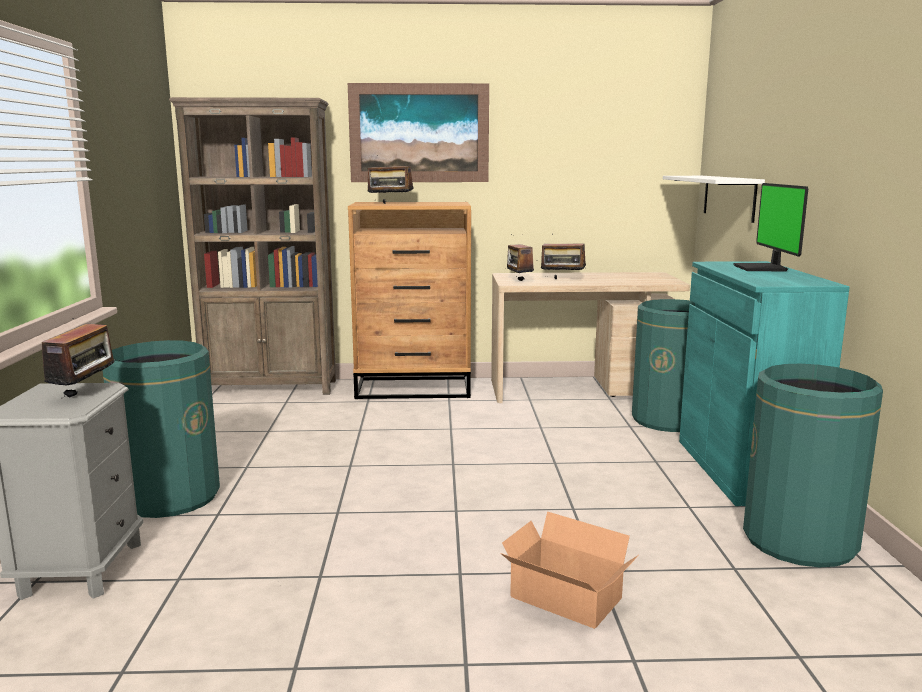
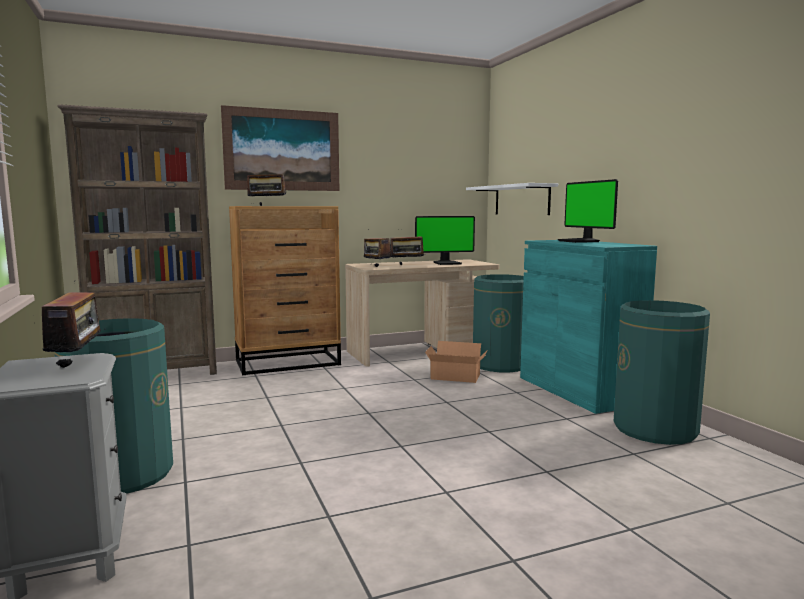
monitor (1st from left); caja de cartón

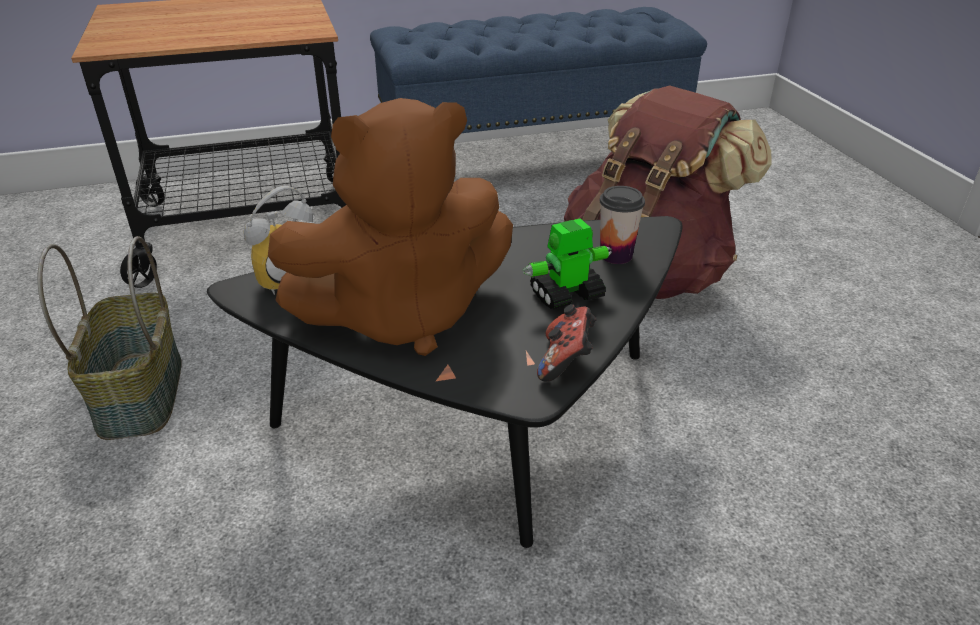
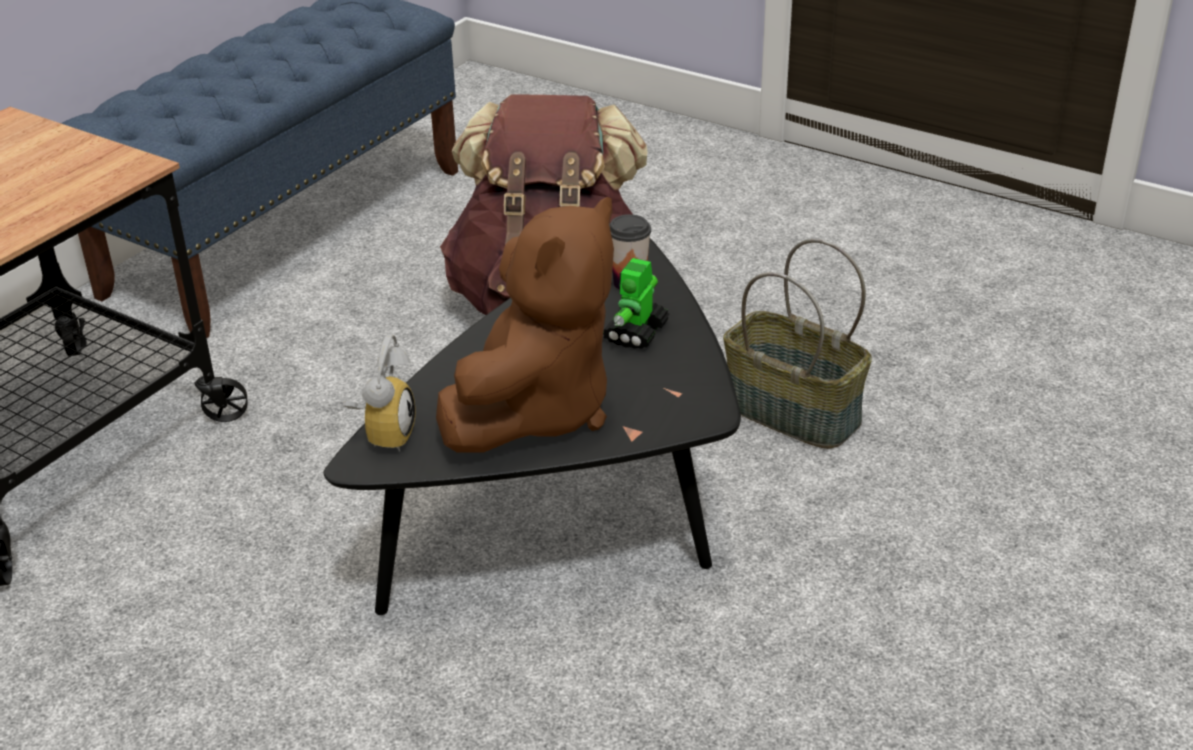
mando de consola; cesta

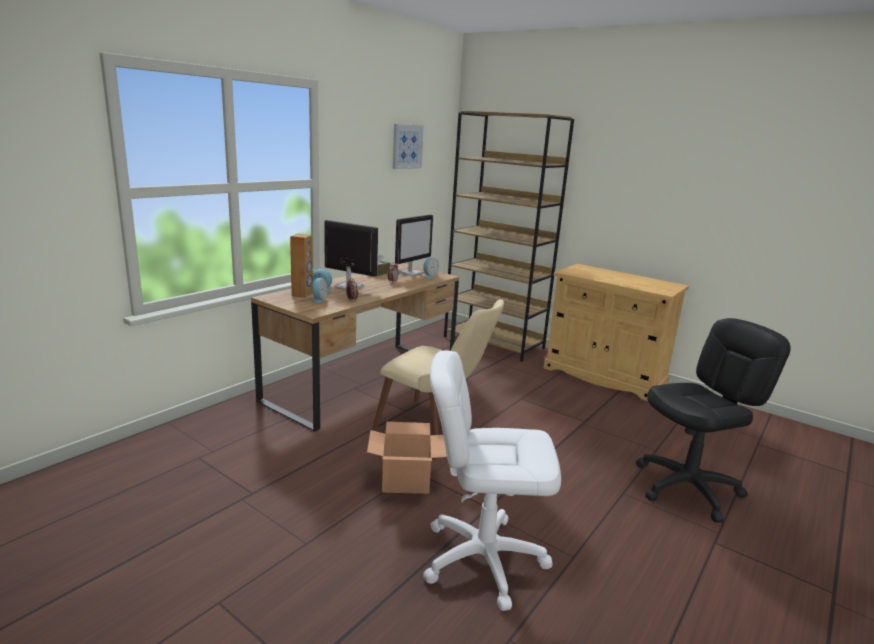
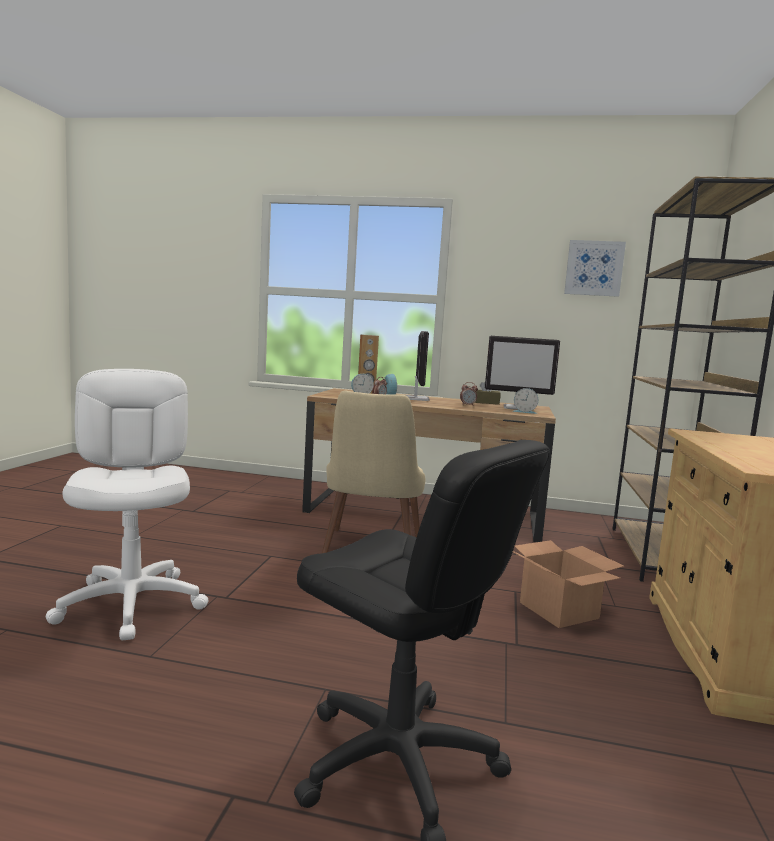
caja de cartón

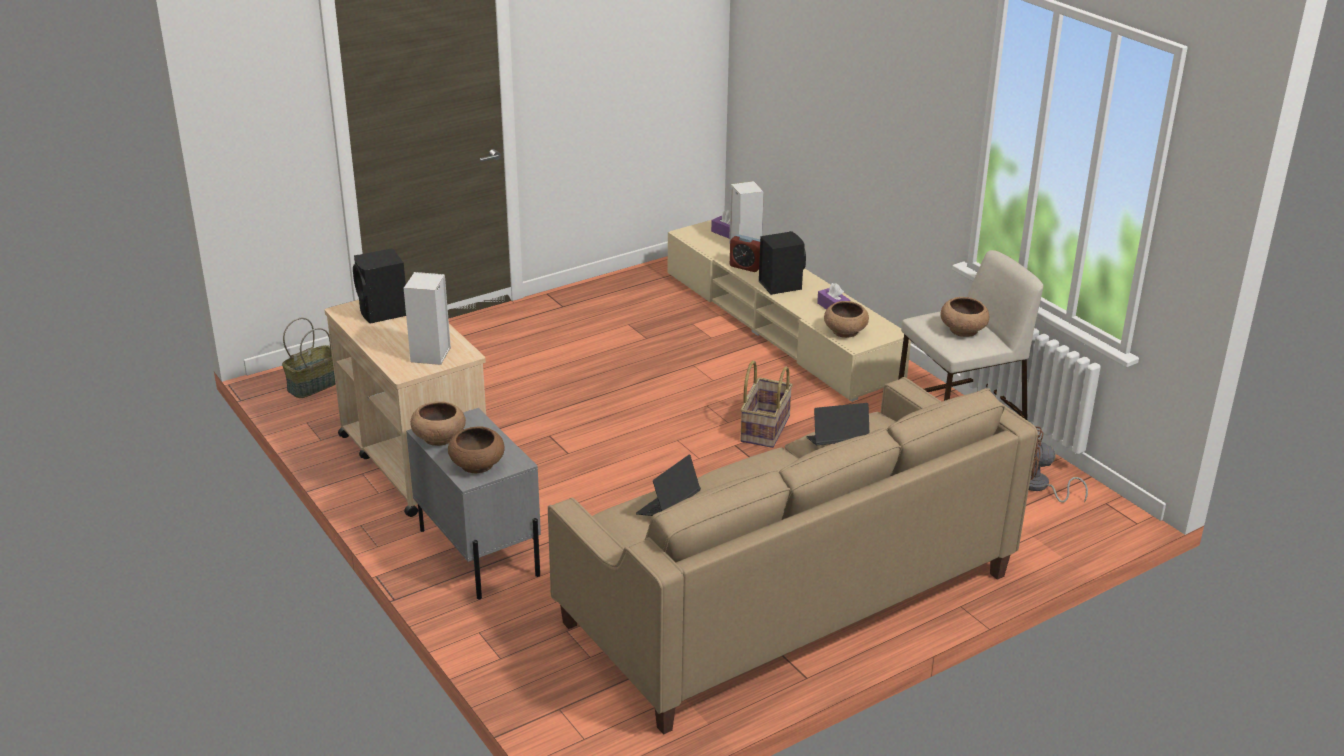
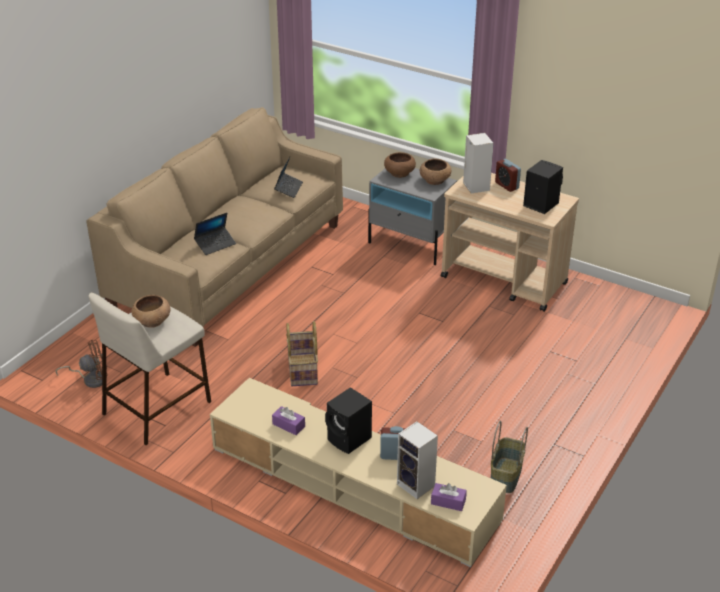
cuenco (marrón) (3rd from left in the first image); despertador (2nd from left); cesta (2nd from left)

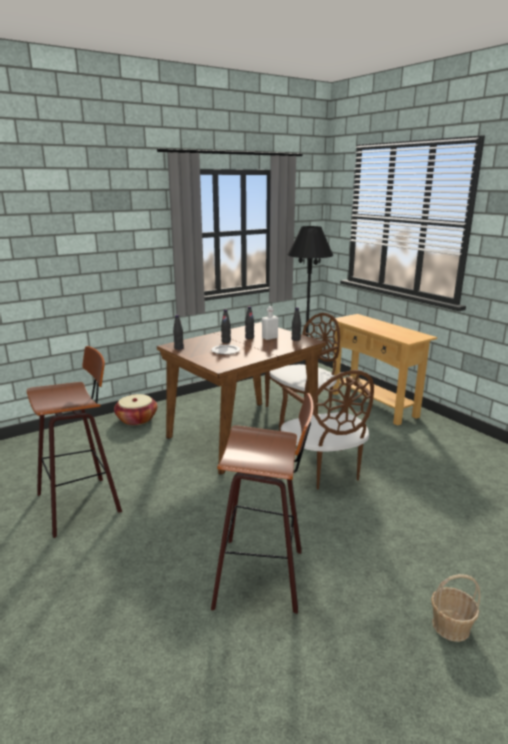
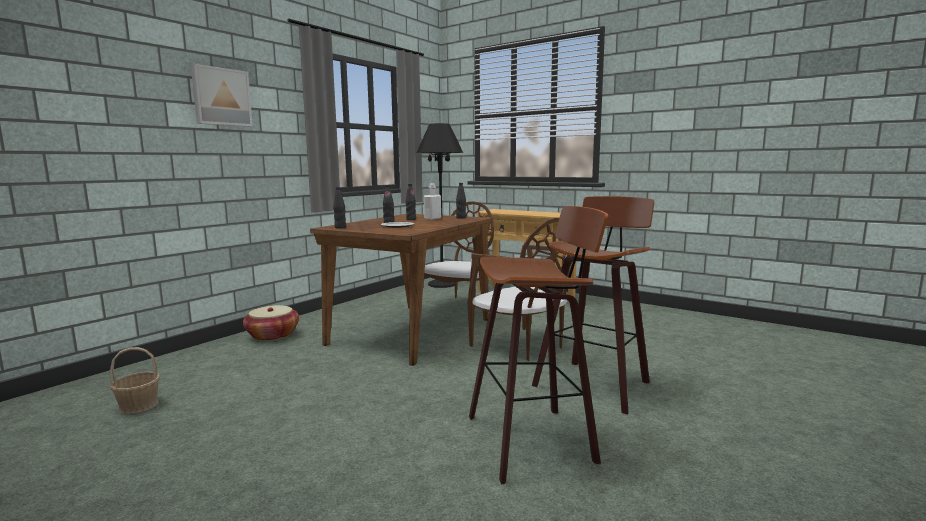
cuadro; taburete (2nd from left); cesta (1st from left)

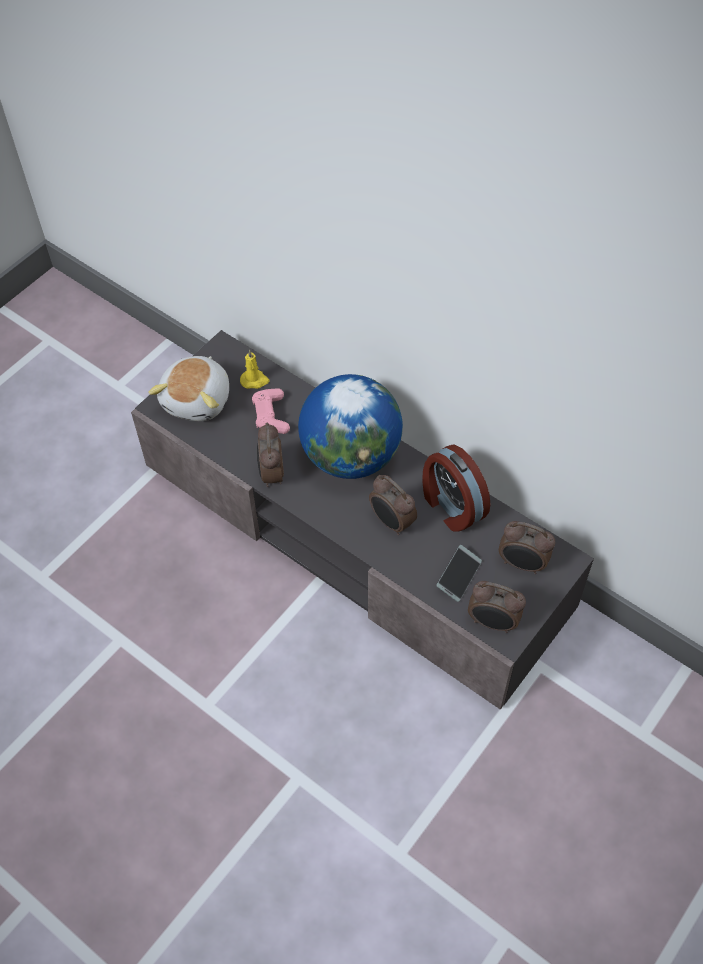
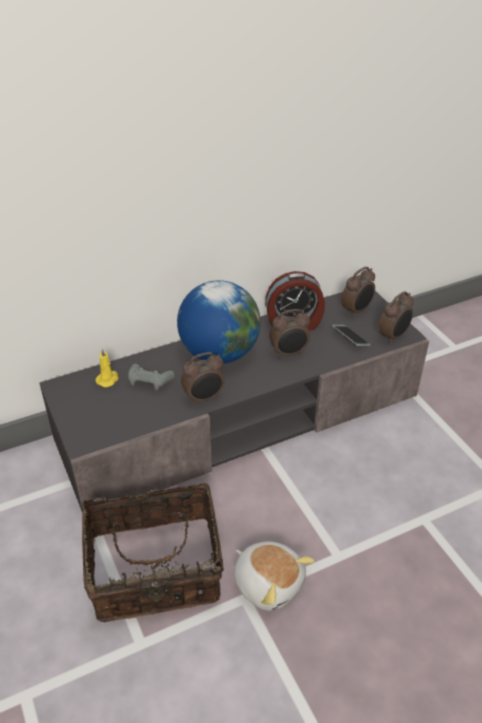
cesta; peluche; mando de consola (gris); despertador (1st from left)

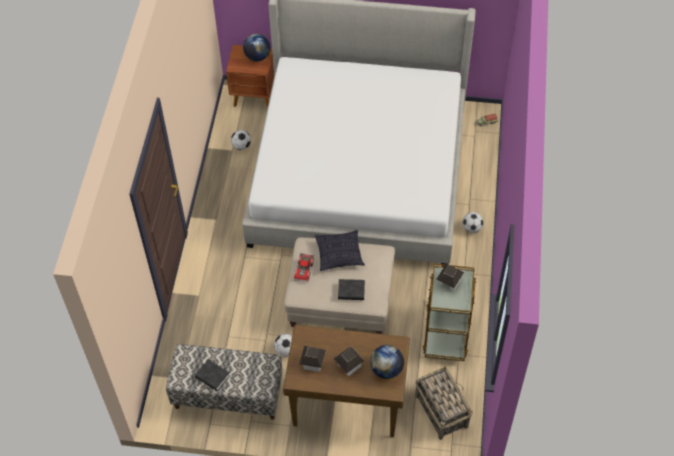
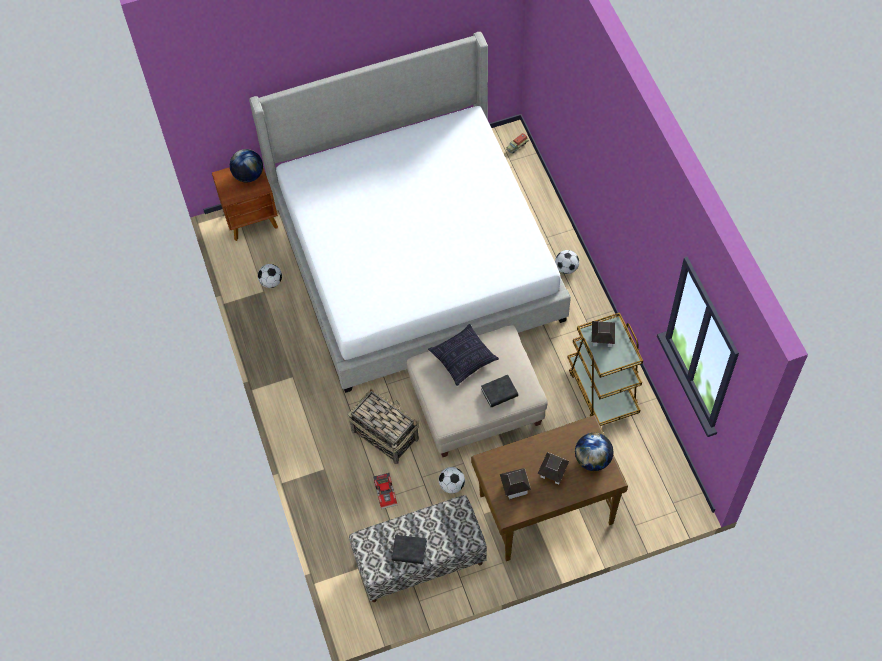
coche de juguete; cesta

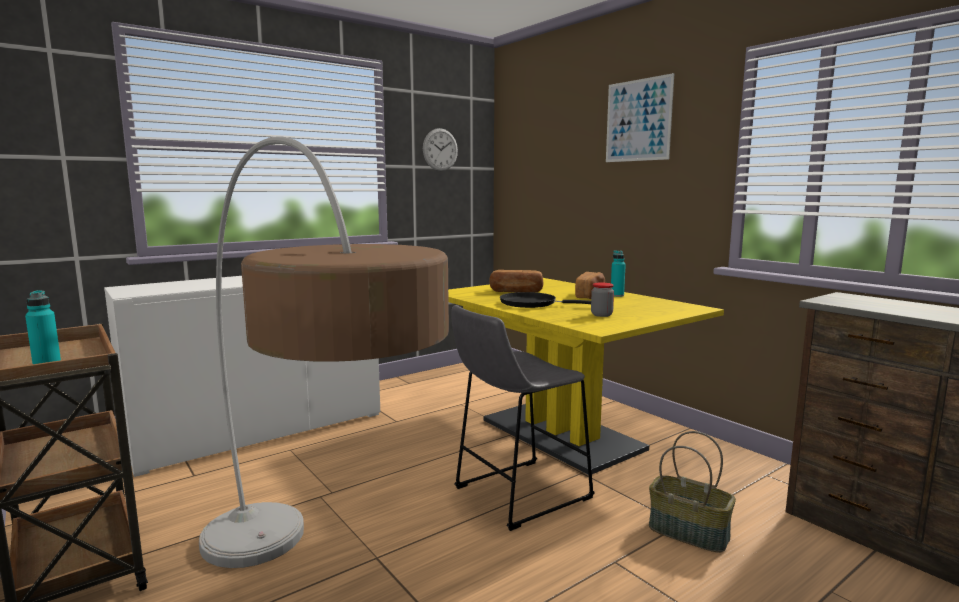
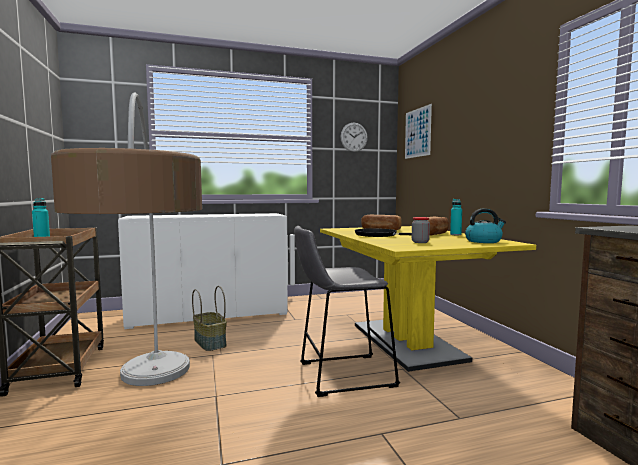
hervidor; cuadro; cesta

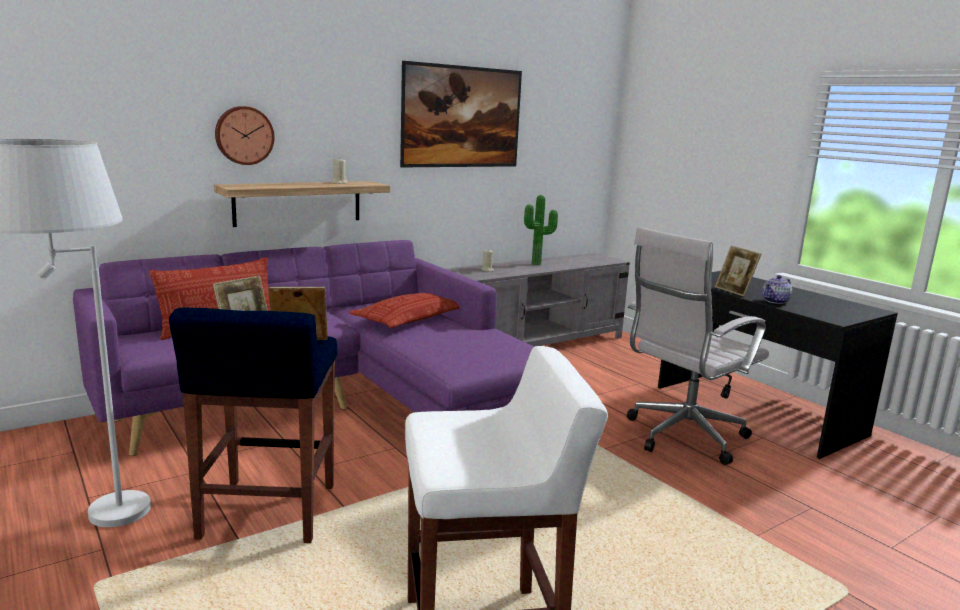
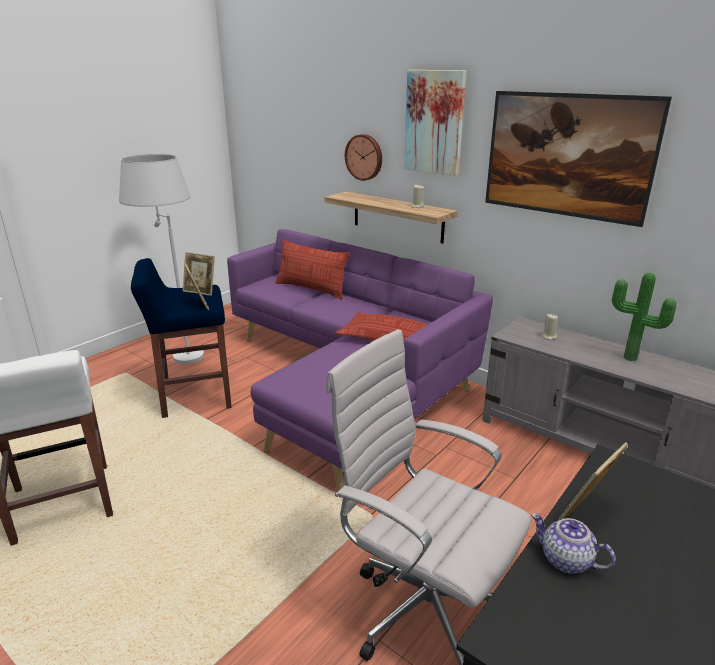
cuadro (1st from left)

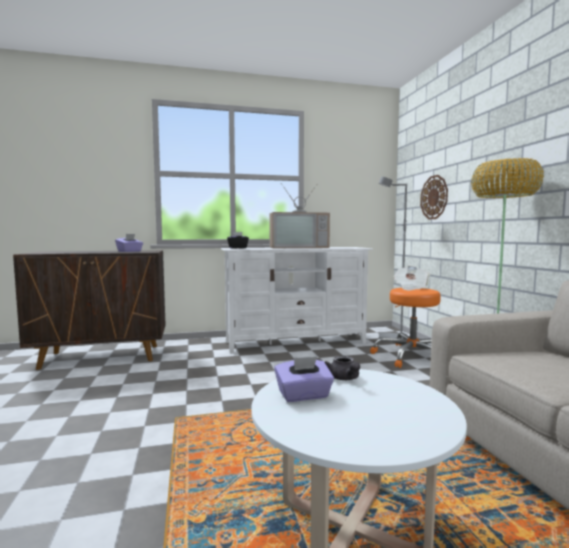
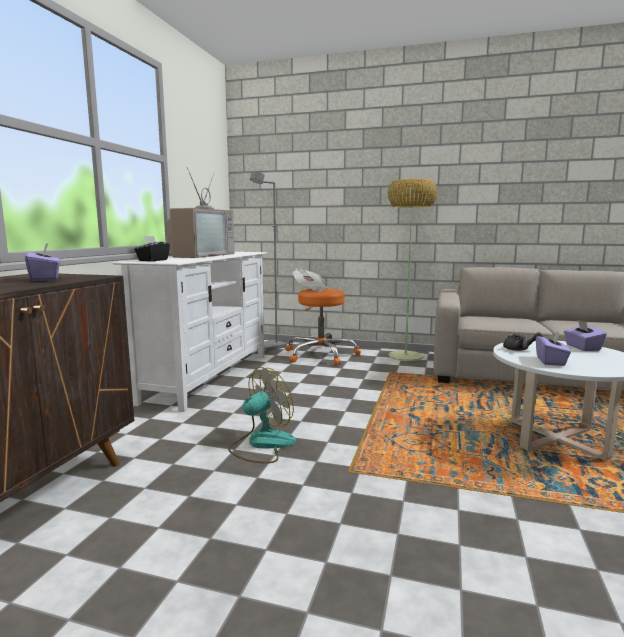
reloj de pared; ventilador; caja de pañuelos (morado) (3rd from left)

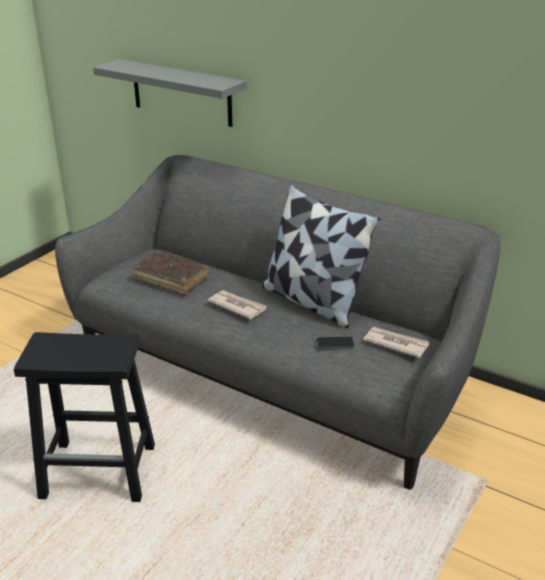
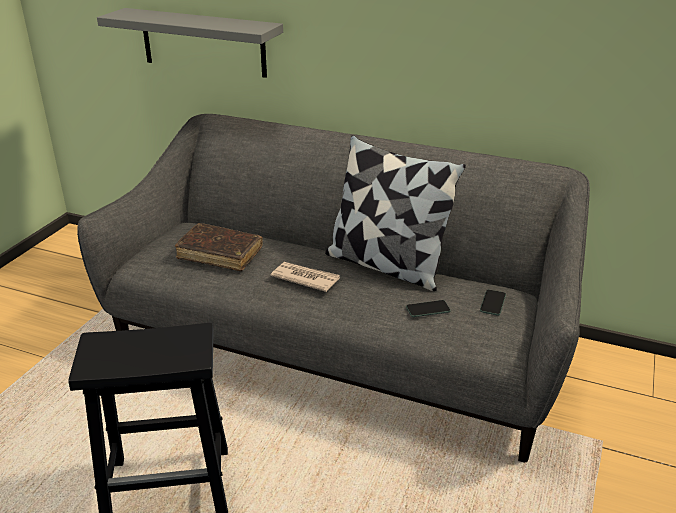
móvil (2nd from left)

